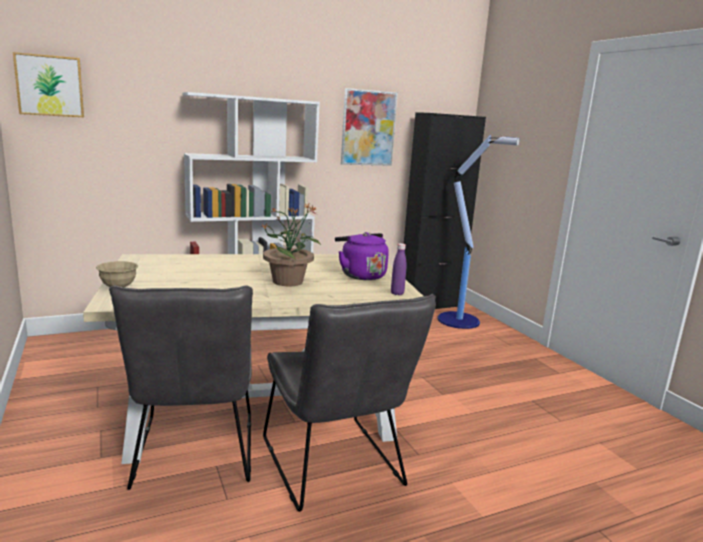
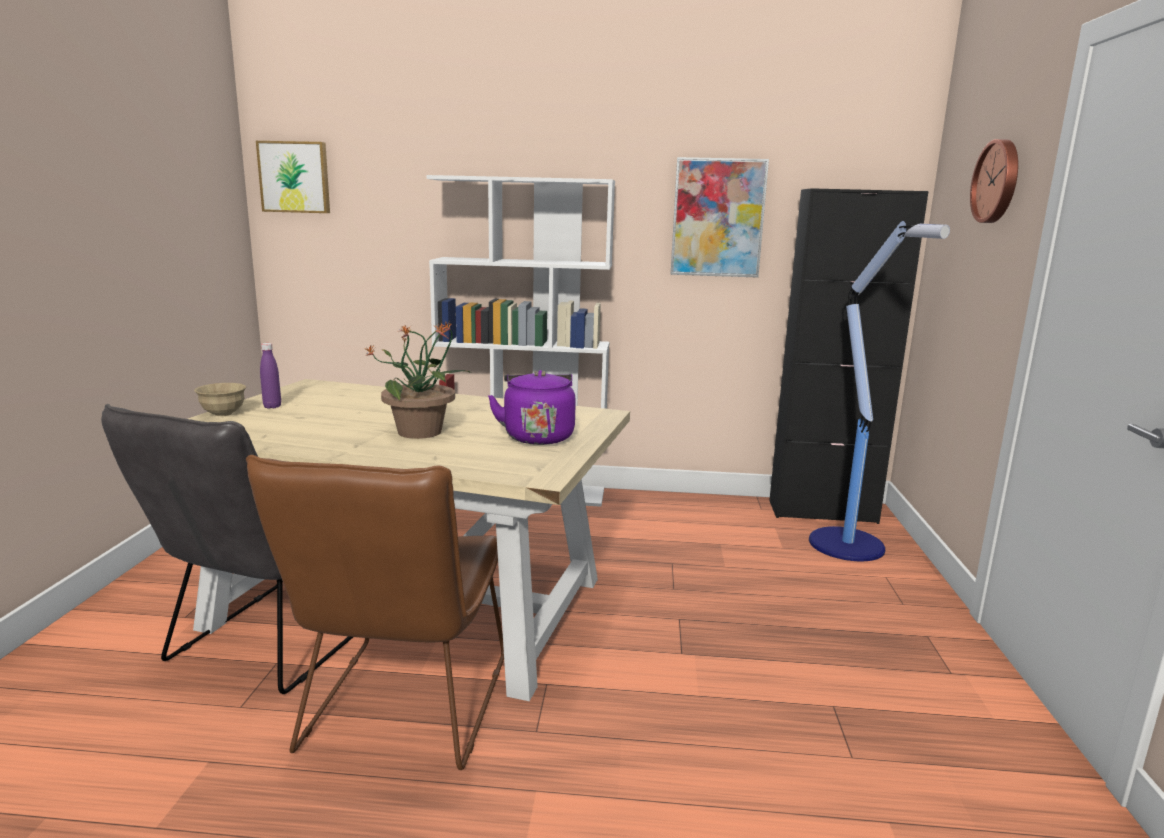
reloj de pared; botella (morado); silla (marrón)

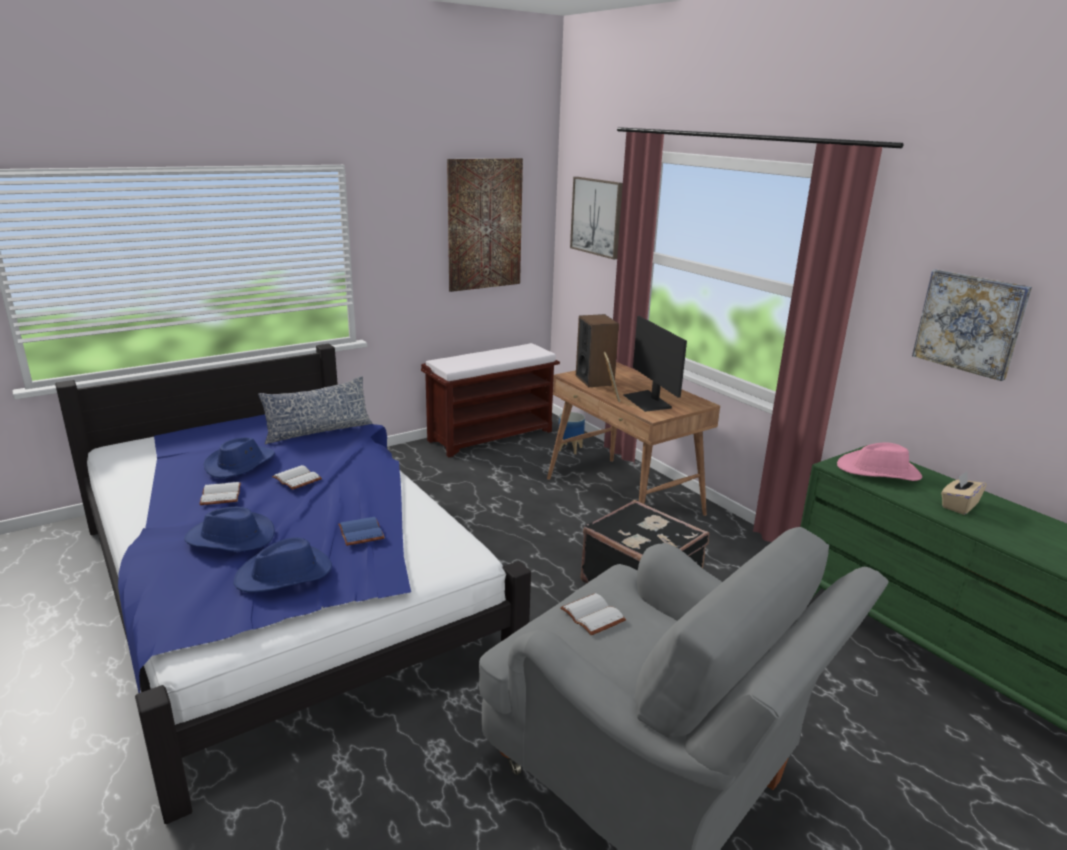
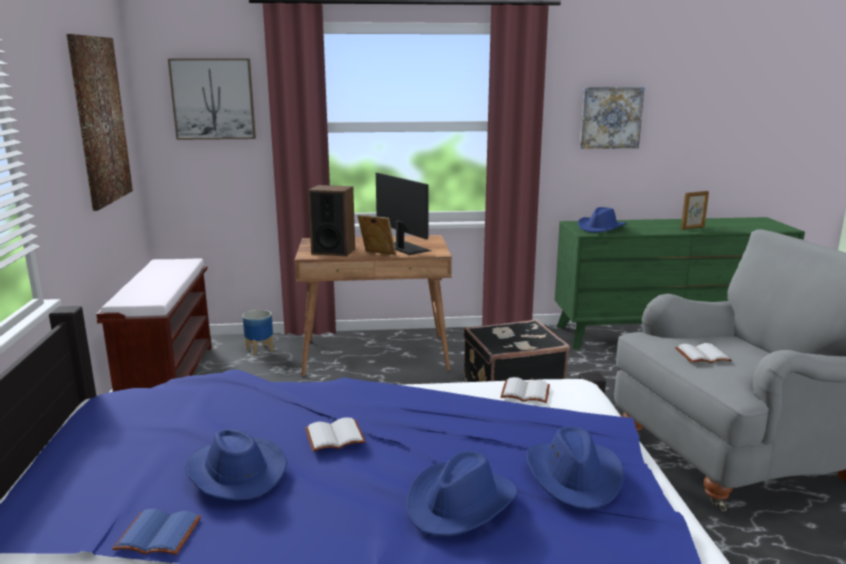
cojín; caja de pañuelos (beis); portarretratos (2nd from left); libro (blanco) (2nd from left); libro (azul); sombrero (azul) (4th from left); monitor

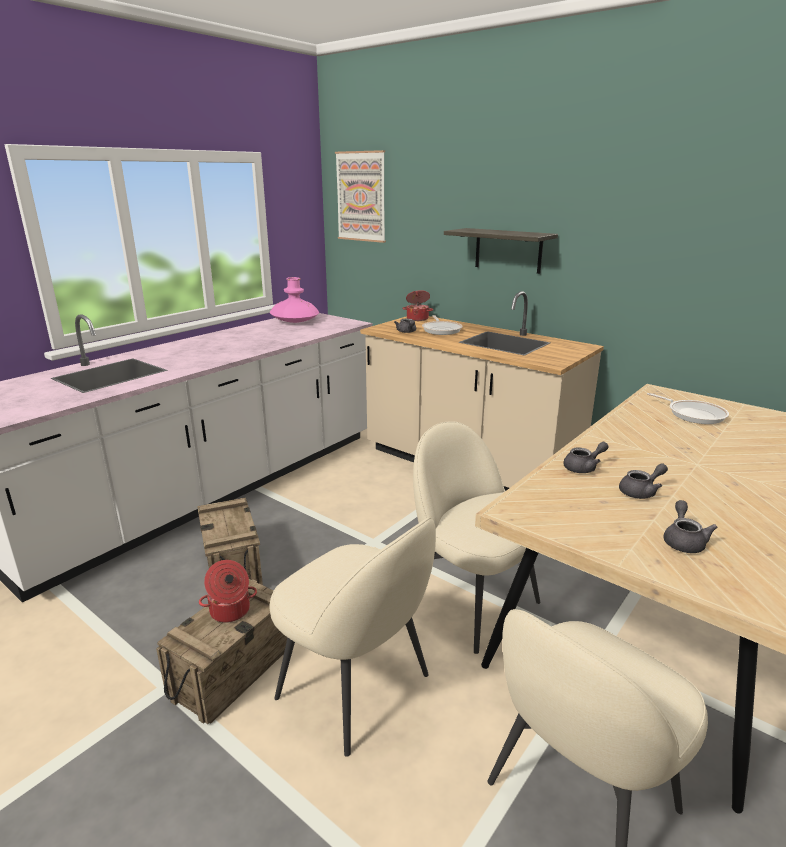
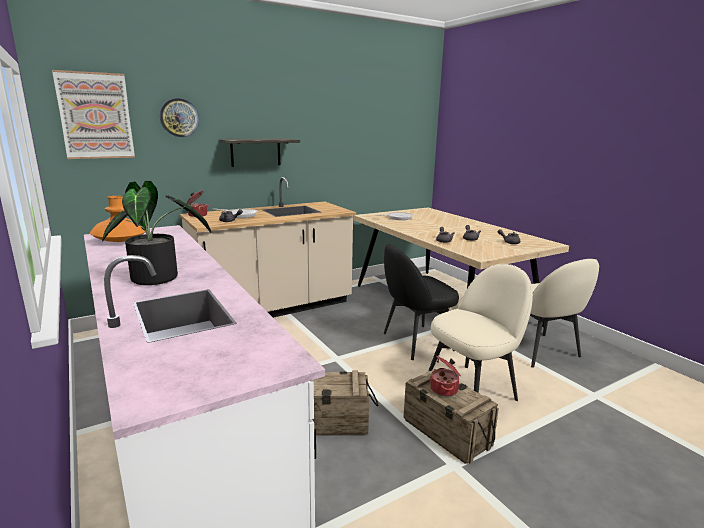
planta en maceta; reloj de pared; florero (naranja); silla (negro)

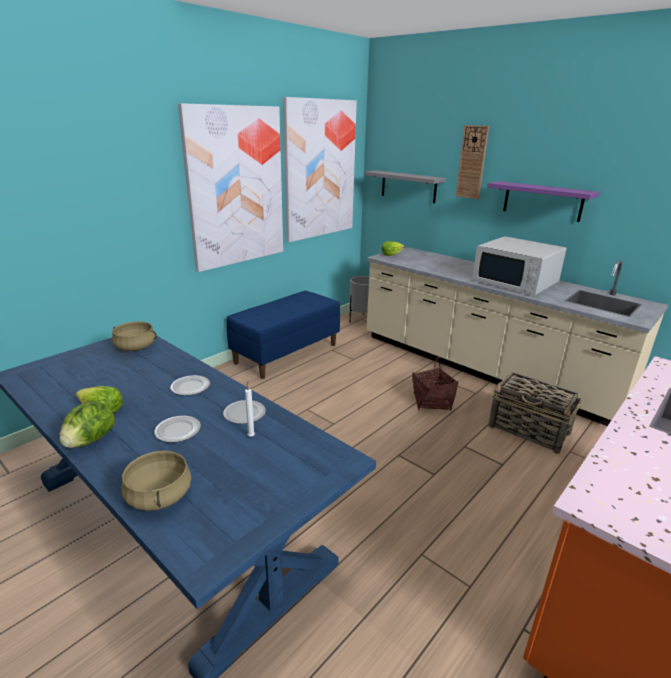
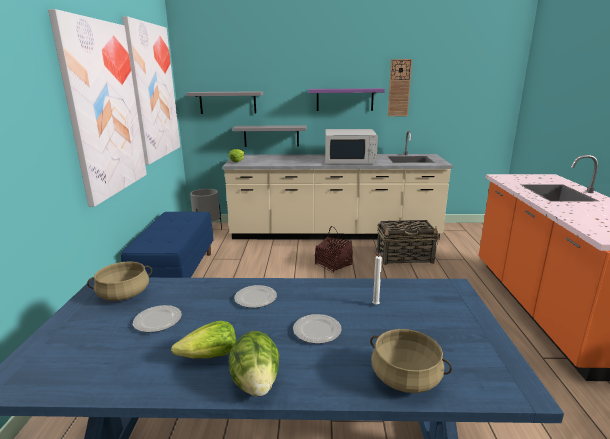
estante (gris) (2nd from left); plato (1st from left); reloj de pared

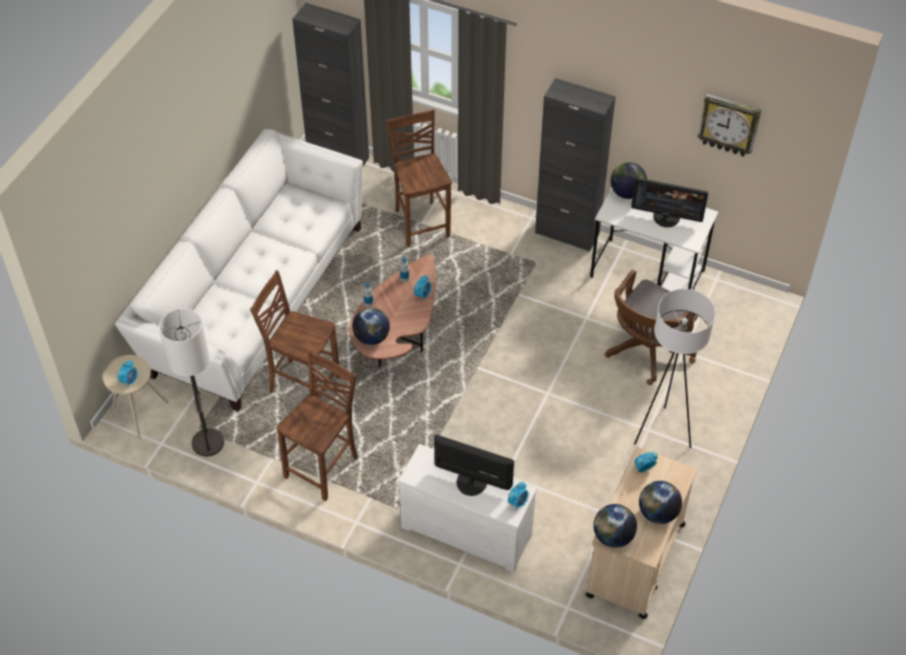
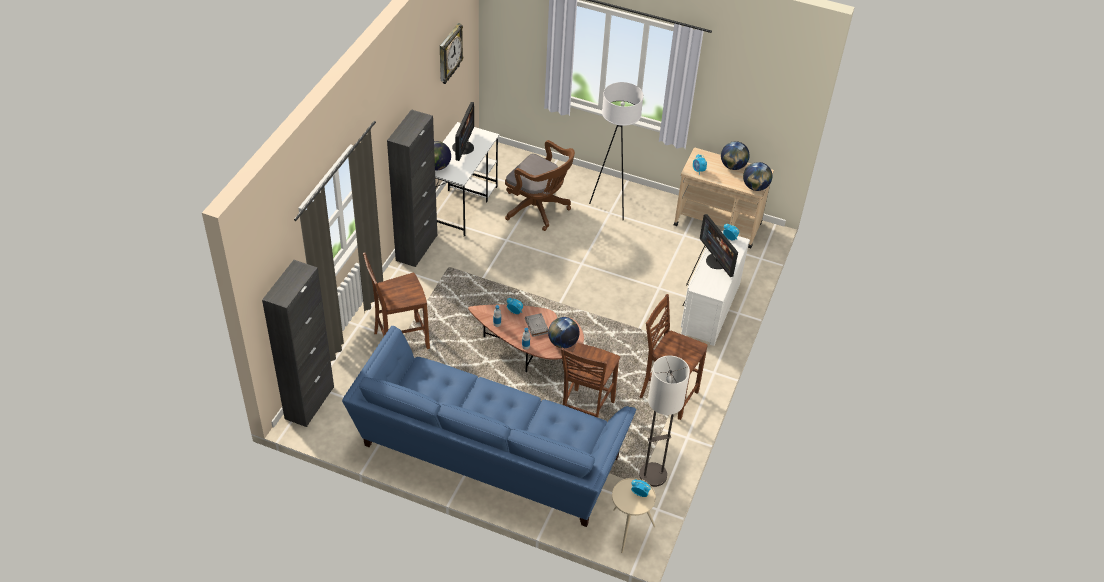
libro (gris); sofá (azul); monitor (2nd from left)

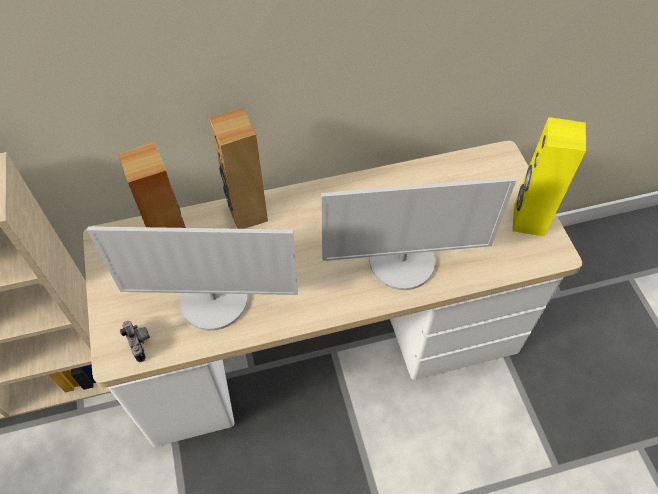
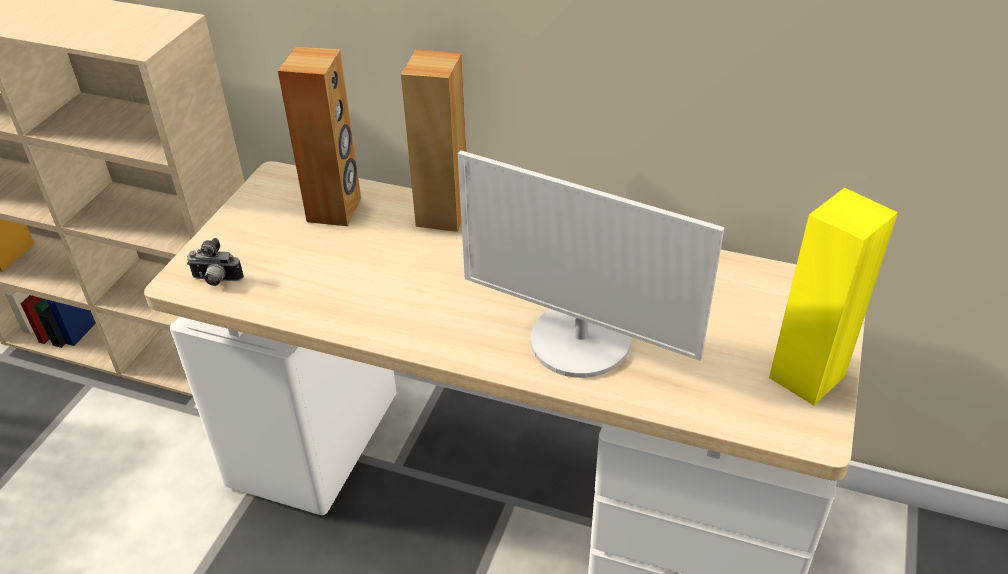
monitor (1st from left in the first image); cámara

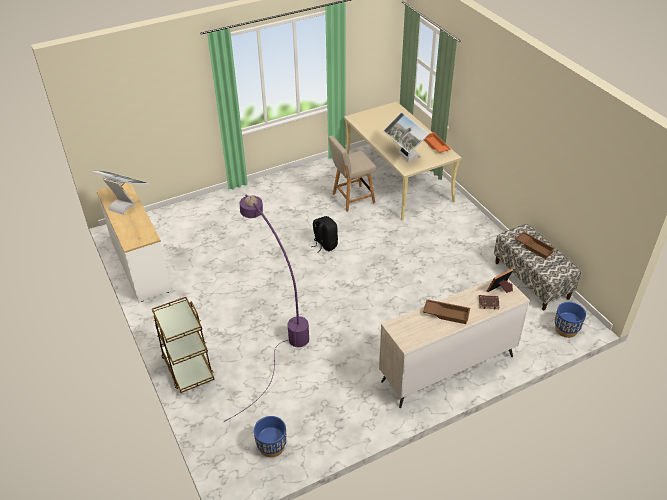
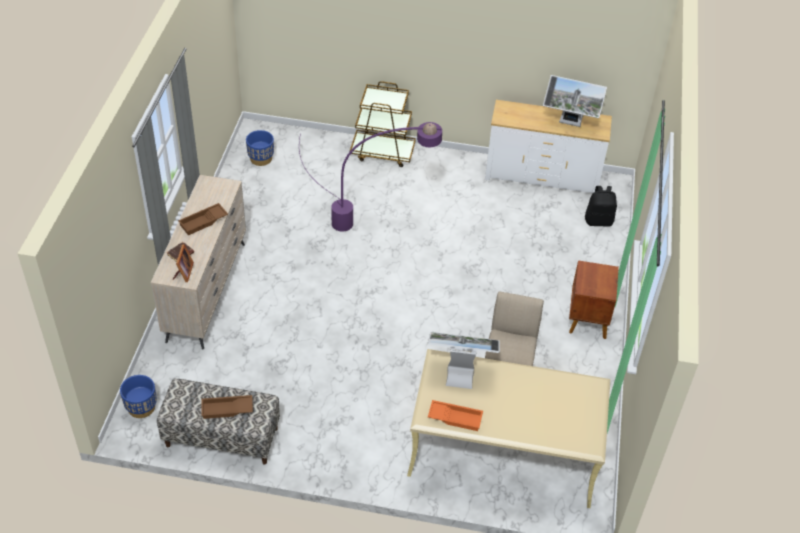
mesita de noche (marrón); mochila (negro); monitor (2nd from left)

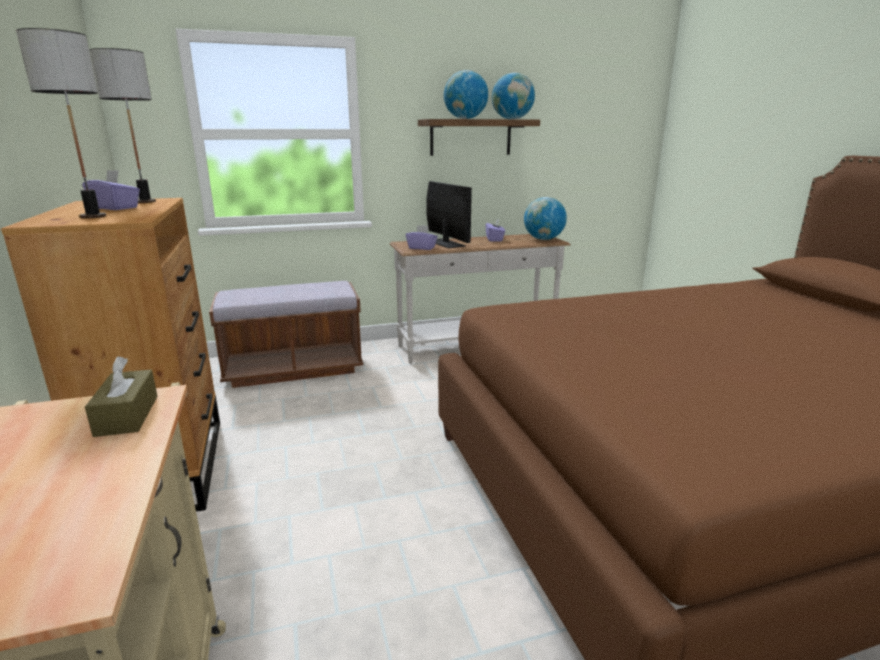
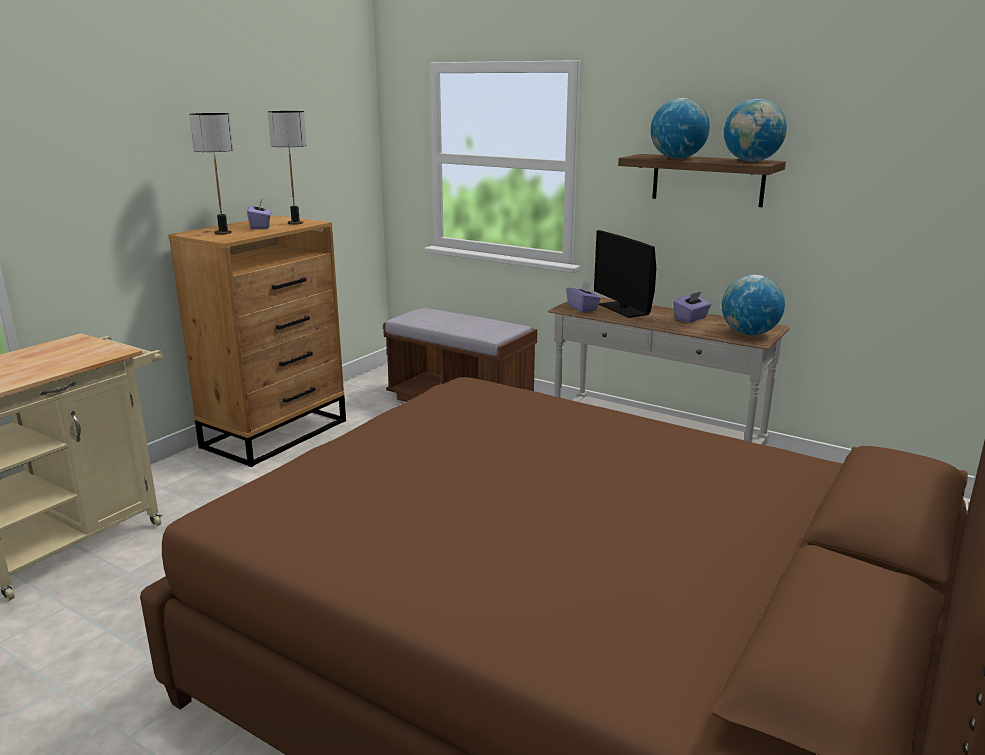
caja de pañuelos (marrón); monitor

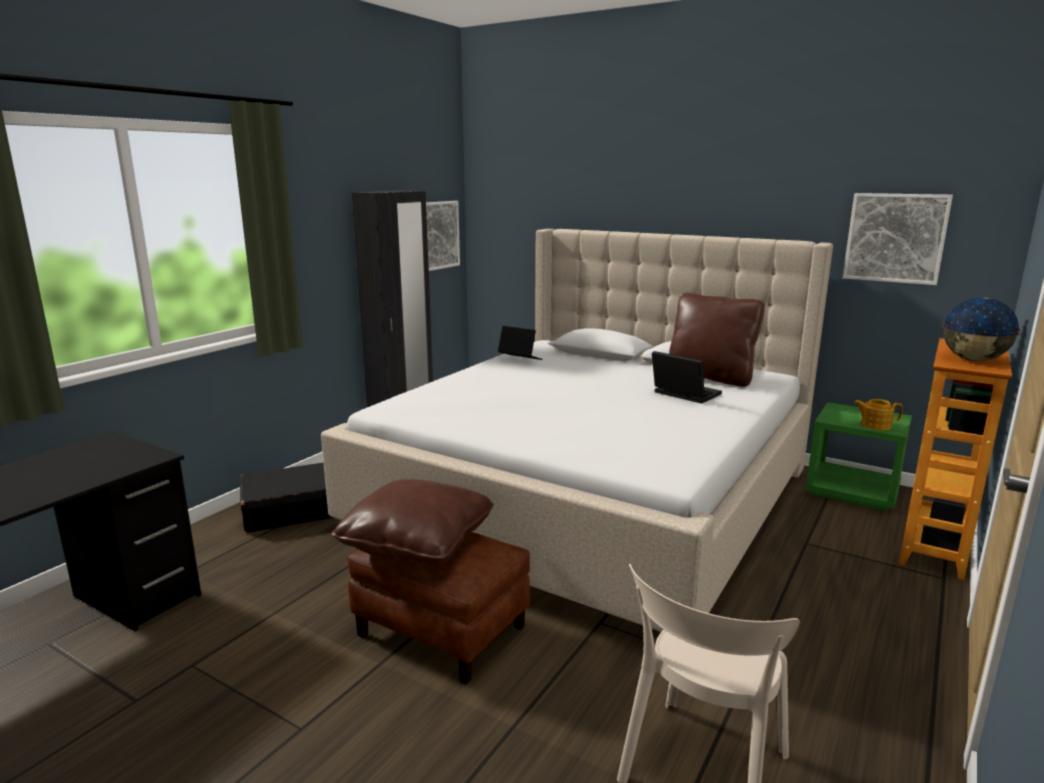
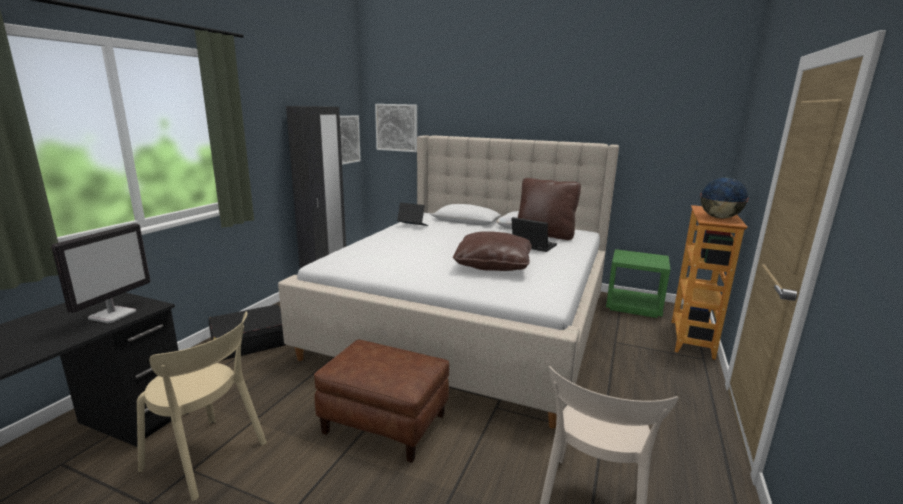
tetera; monitor; silla (beis) (1st from left); cojín (marrón) (1st from left); cuadro (2nd from left)

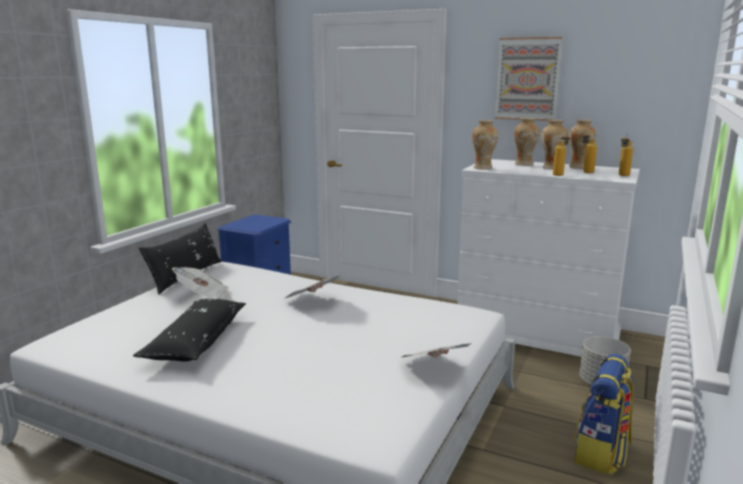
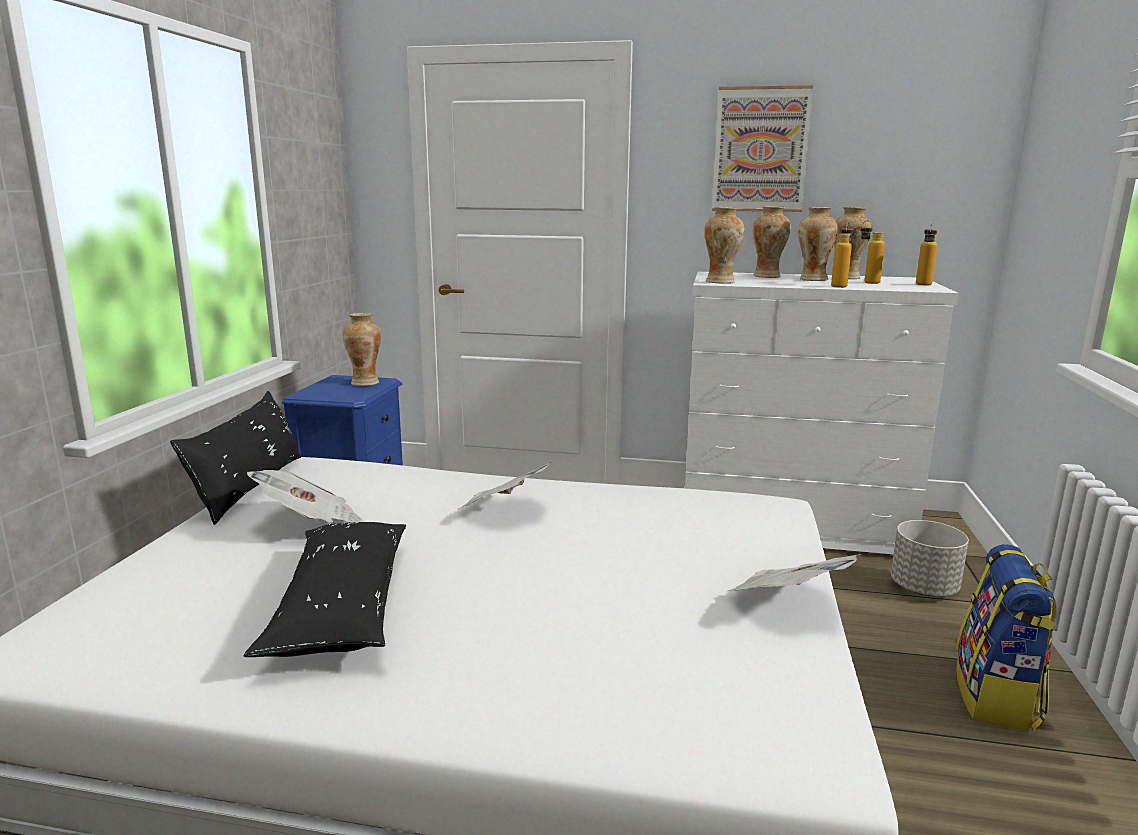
florero (1st from left)

